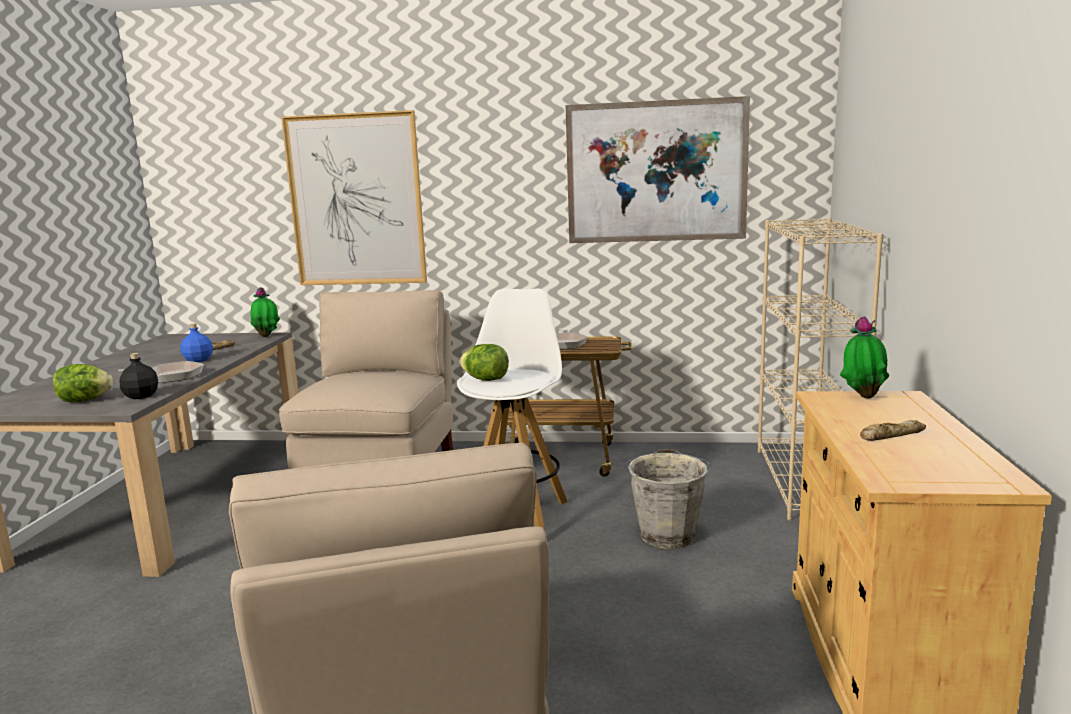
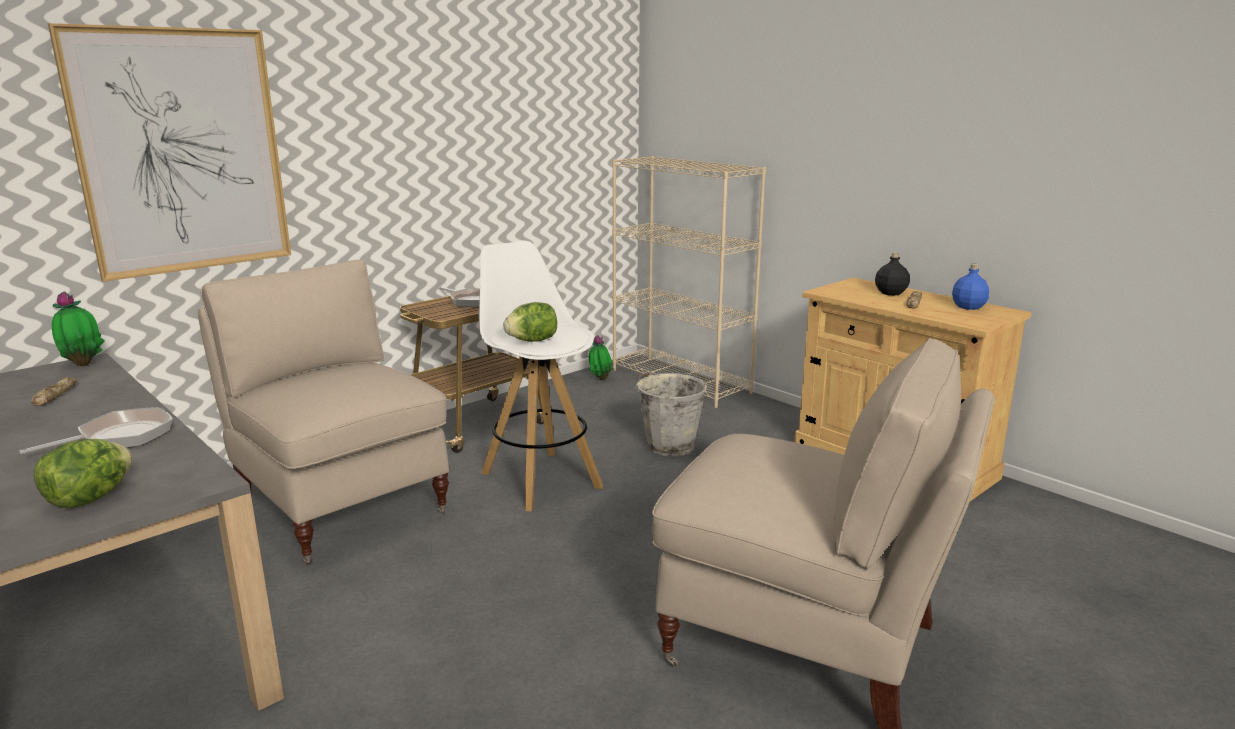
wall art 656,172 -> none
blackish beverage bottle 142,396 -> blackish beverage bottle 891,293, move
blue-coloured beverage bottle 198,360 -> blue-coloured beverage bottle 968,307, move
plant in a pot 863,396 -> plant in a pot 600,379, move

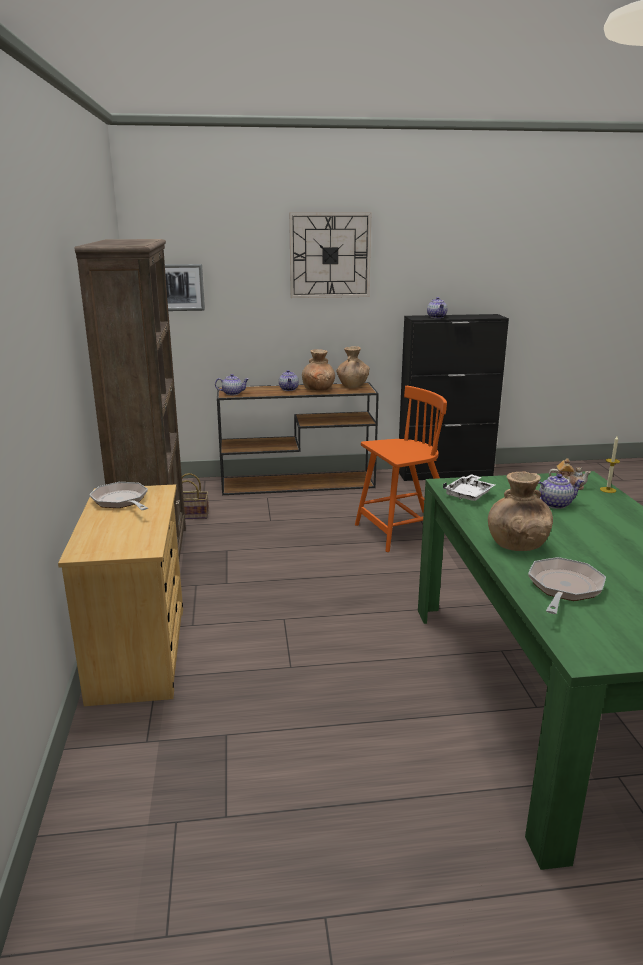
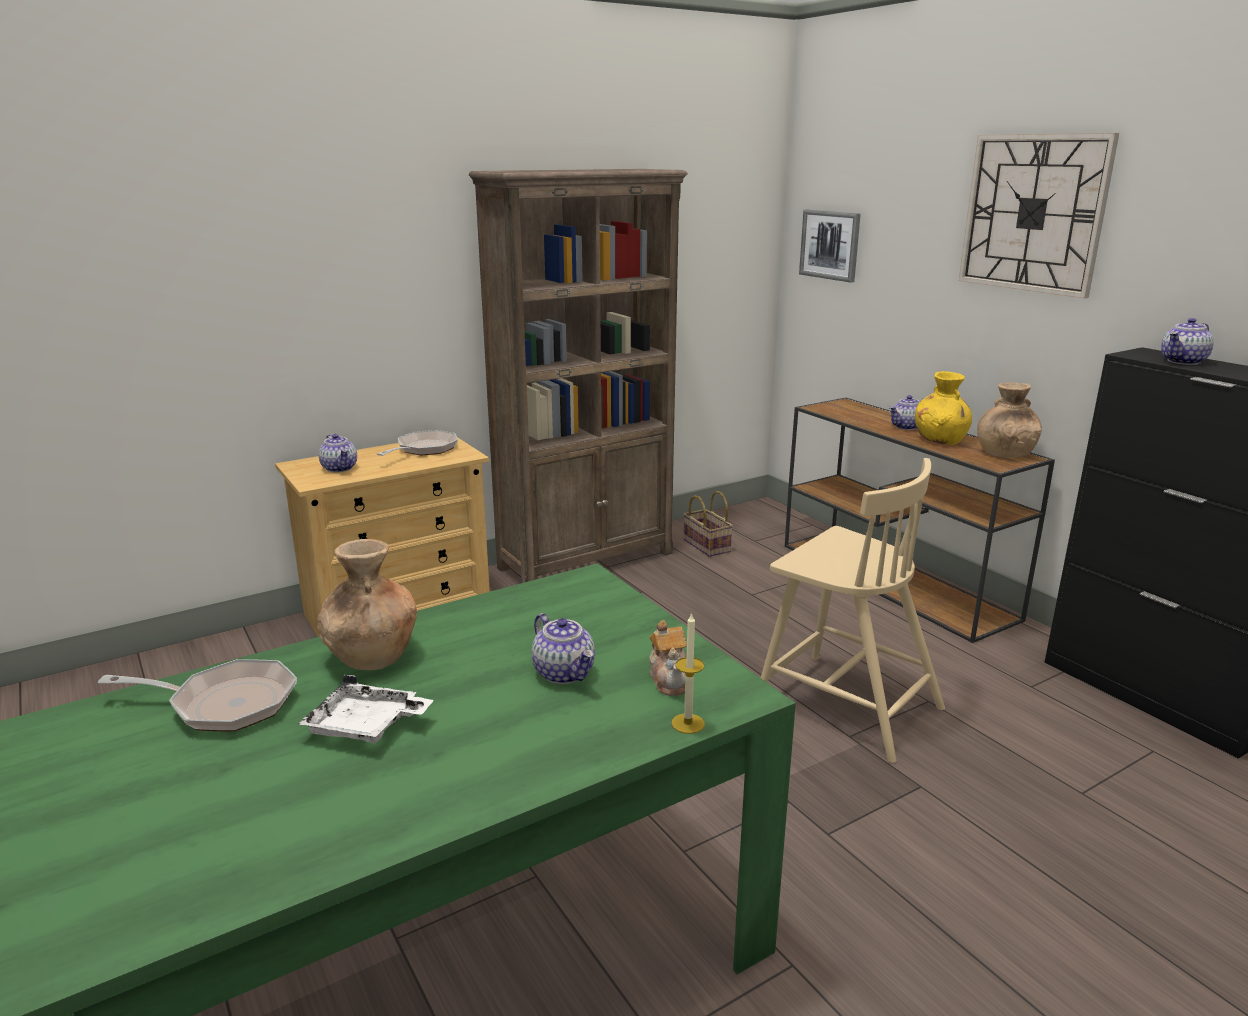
teapot 232,393 -> teapot 340,468, move
white tray 469,494 -> white tray 366,726, move
brownish flower vase 318,389 -> yellowish flower vase 940,440
orangey plain chair 404,531 -> beige-coloured plain chair 845,704

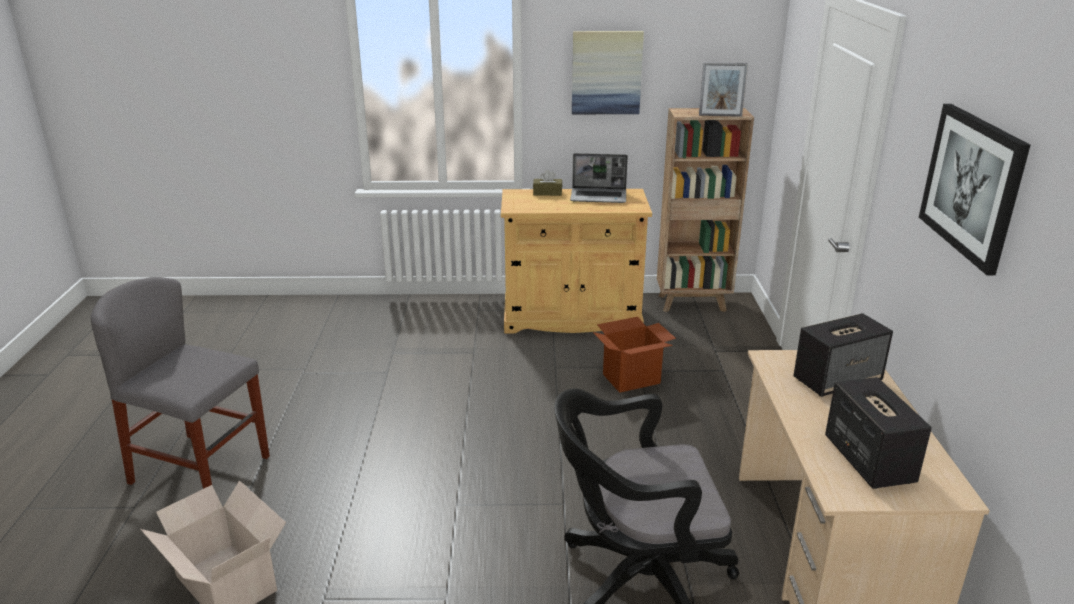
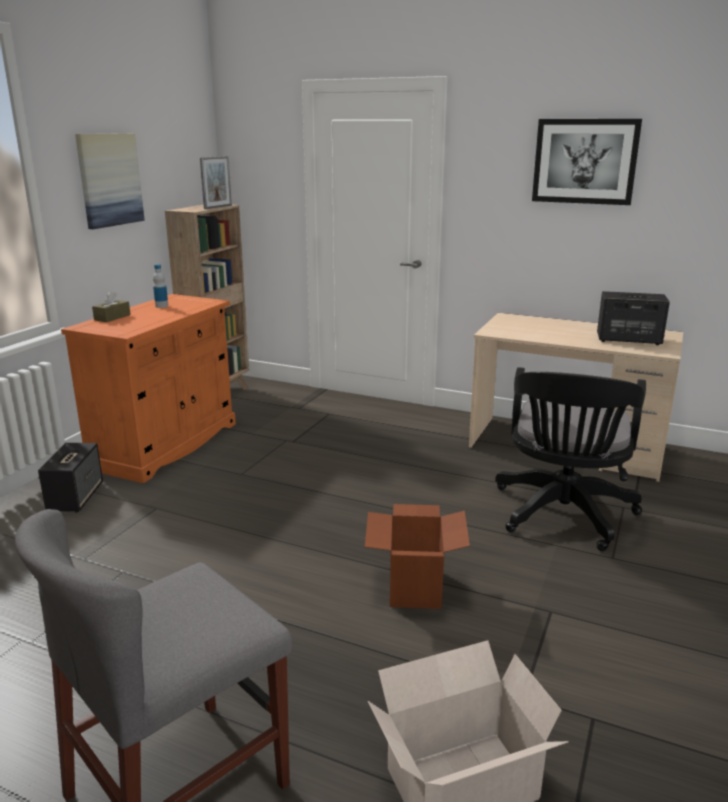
cardboard box 631,378 -> cardboard box 414,587, move
audio speaker 838,380 -> audio speaker 75,497, move
notebook computer 599,197 -> beverage bottle 161,306
beige-coloured storage cabinet 572,318 -> orangey storage cabinet 166,445

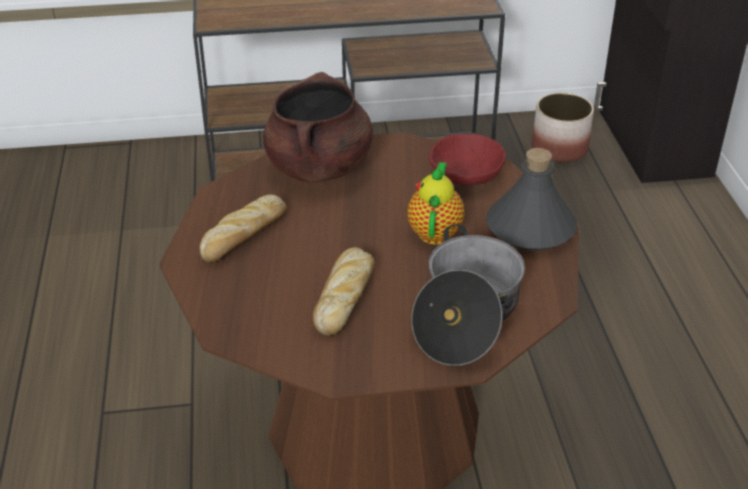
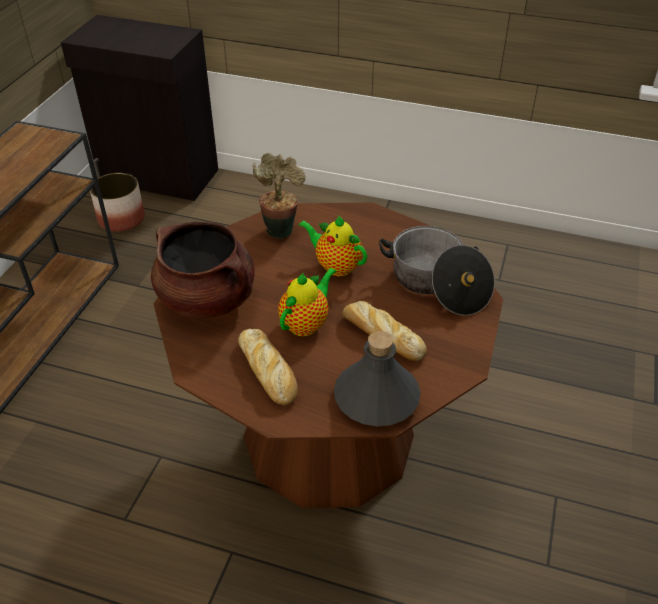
none -> teapot 306,323
greyish beverage bottle 530,229 -> greyish beverage bottle 377,398, move
red-coloured bowl 466,175 -> plant in a pot 280,228

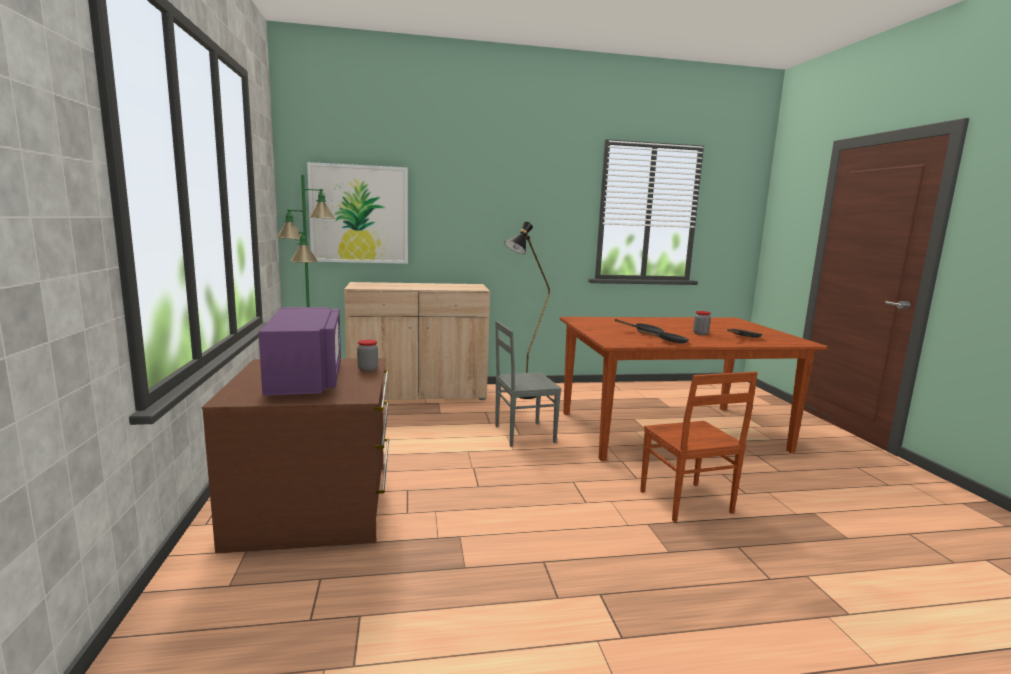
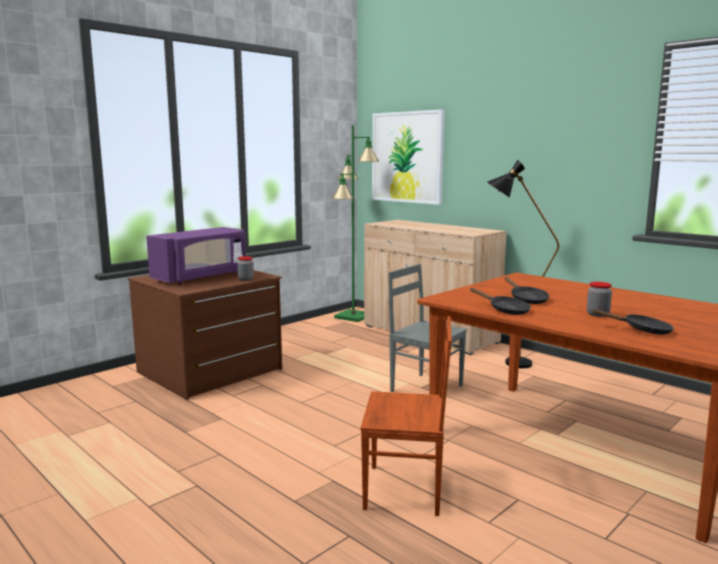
brownish plain chair 685,503 -> brownish plain chair 405,490, 120 degrees counterclockwise

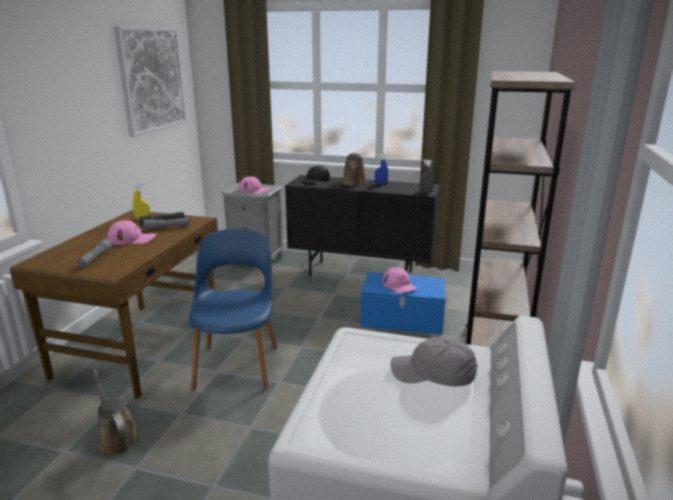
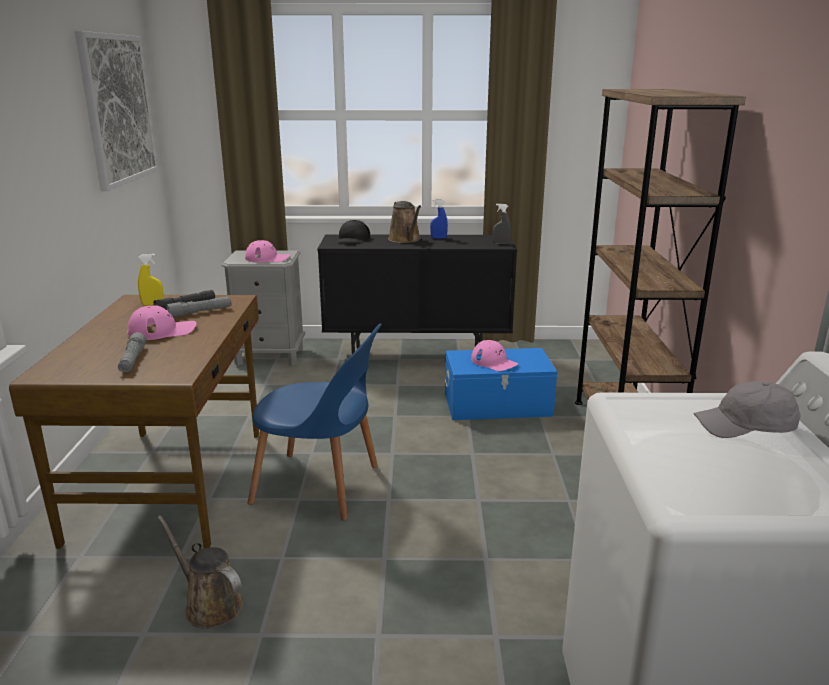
blue-coloured plain chair 237,364 -> blue-coloured plain chair 321,486, 120 degrees clockwise

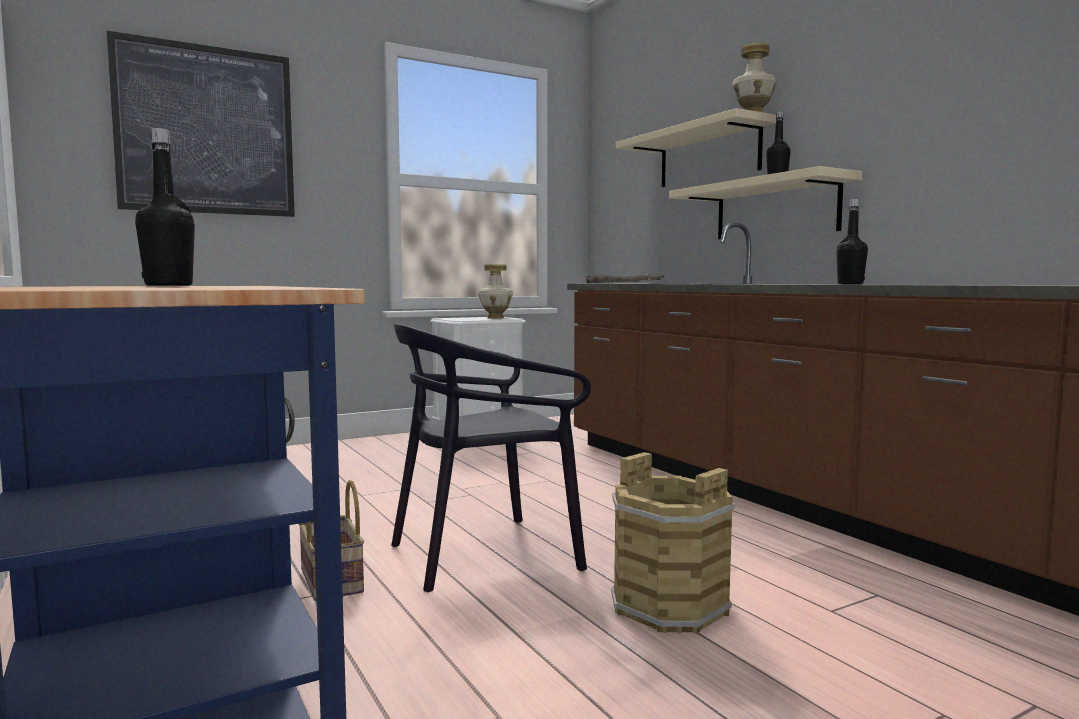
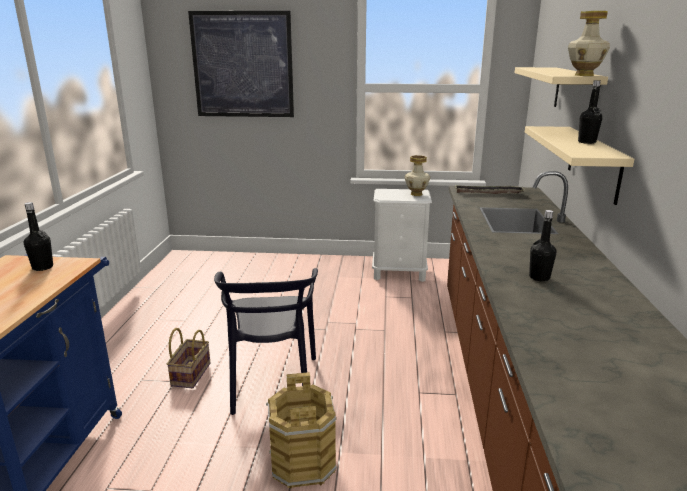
blackish plain chair 485,554 -> blackish plain chair 271,383, 105 degrees counterclockwise

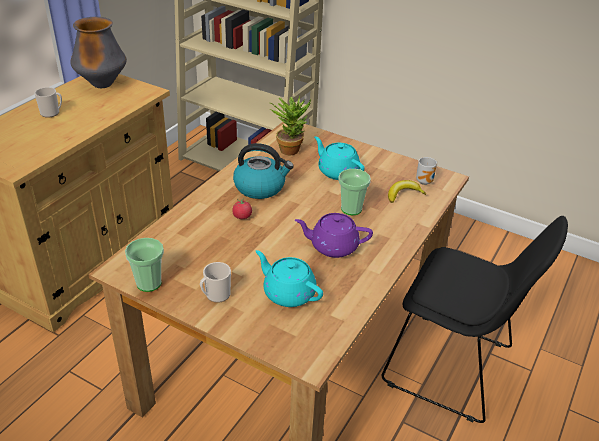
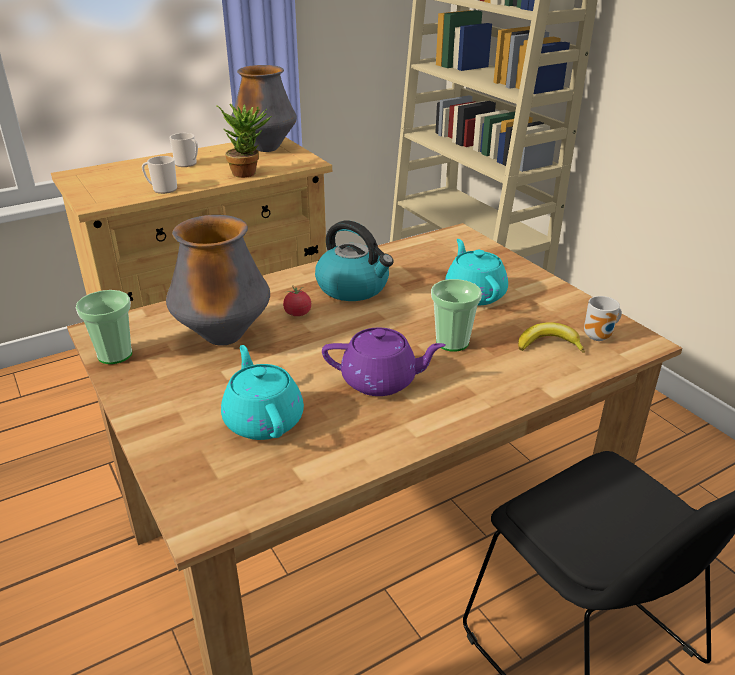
none -> flower vase 224,337
coffee mug 215,295 -> coffee mug 162,189, move
plant in a pot 291,148 -> plant in a pot 248,172, move
purple teapot 332,246 -> purple teapot 381,381, 150 degrees clockwise

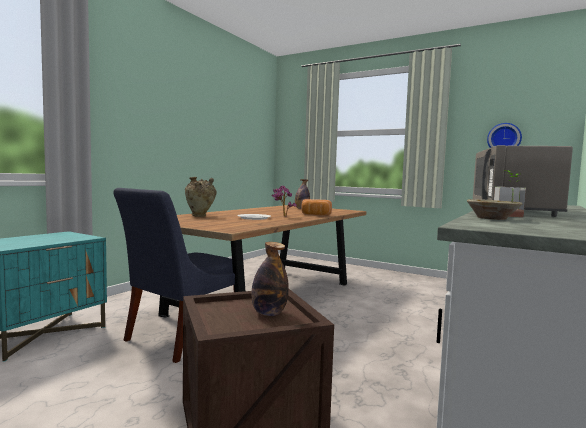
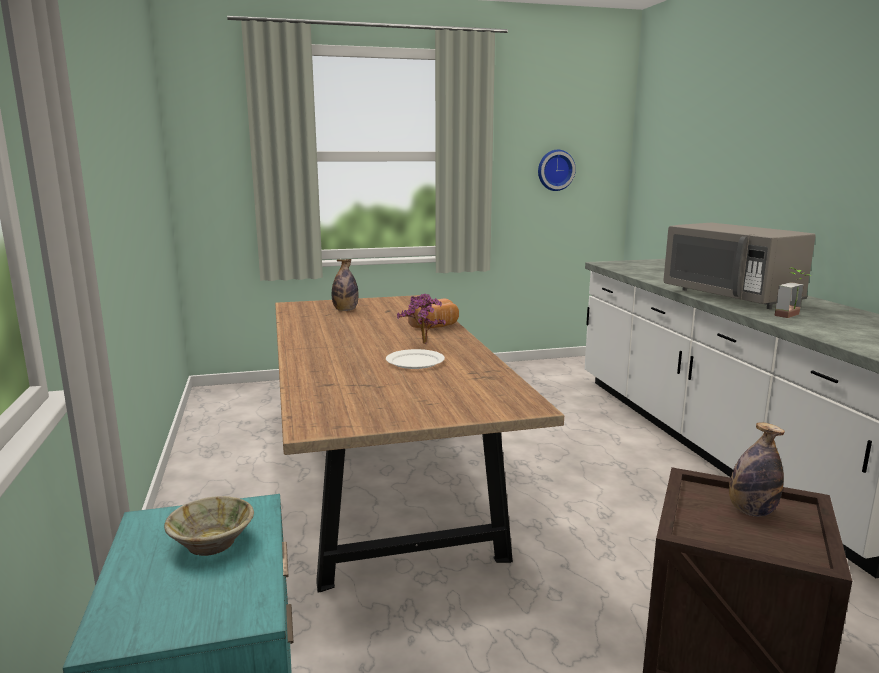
blue-coloured plain chair 179,337 -> none
beige-coloured flower vase 200,216 -> none
beige-coloured bowl 492,218 -> beige-coloured bowl 213,542, move

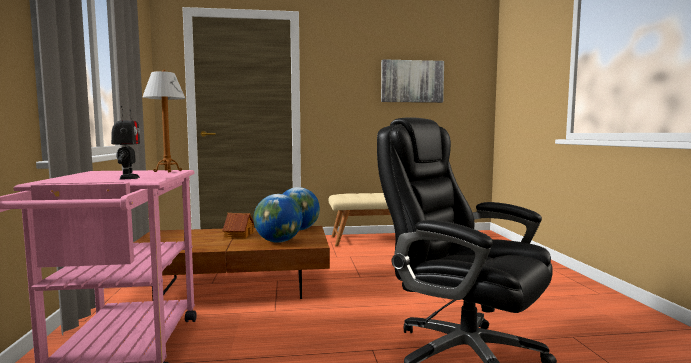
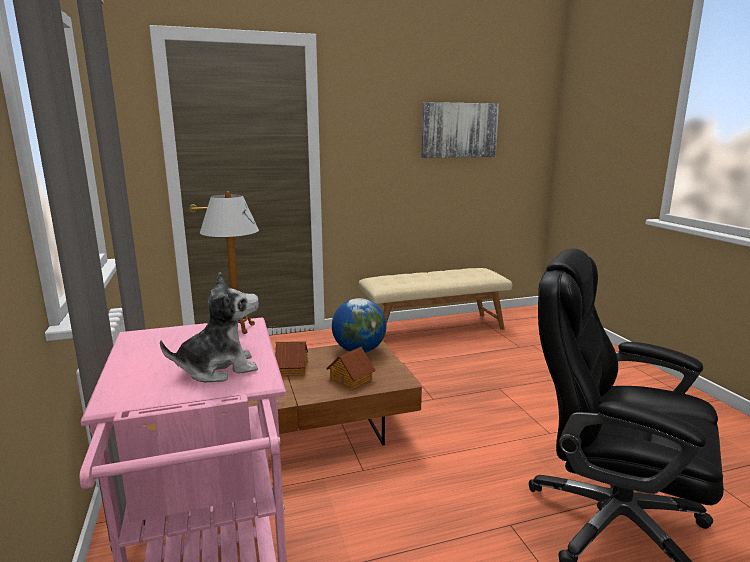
model robot 128,178 -> soft toy 218,368
globe 278,241 -> model house 351,379

